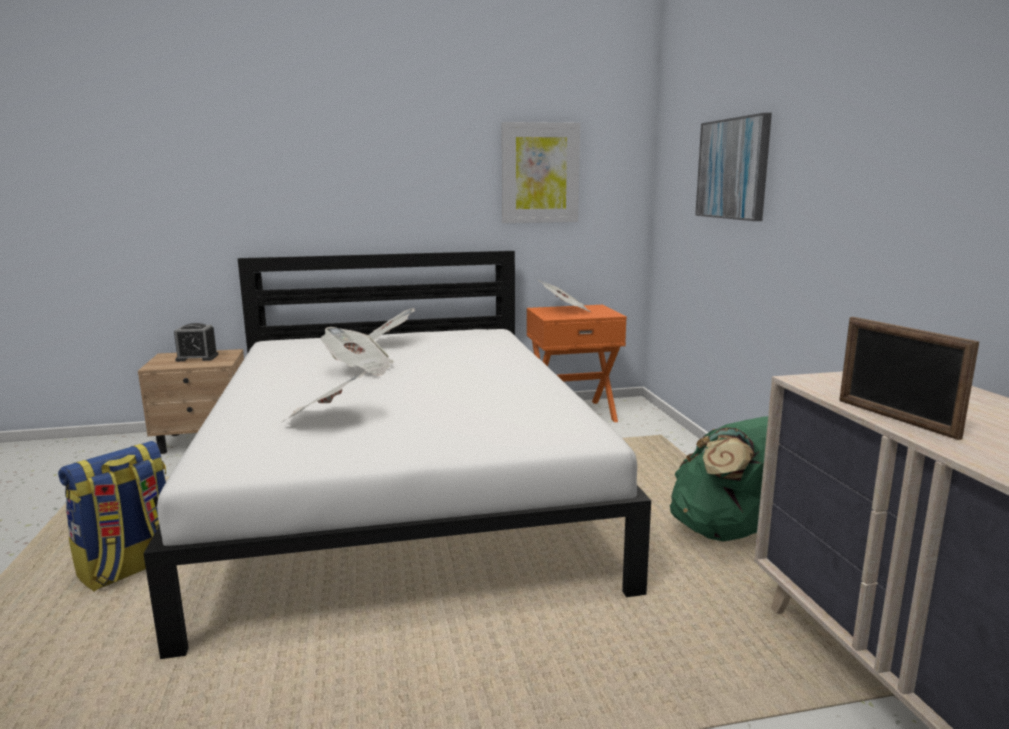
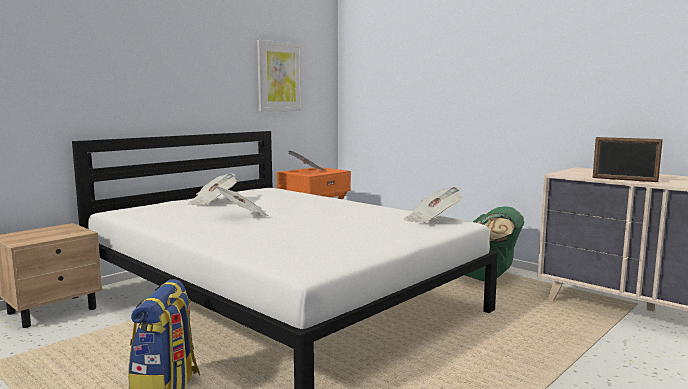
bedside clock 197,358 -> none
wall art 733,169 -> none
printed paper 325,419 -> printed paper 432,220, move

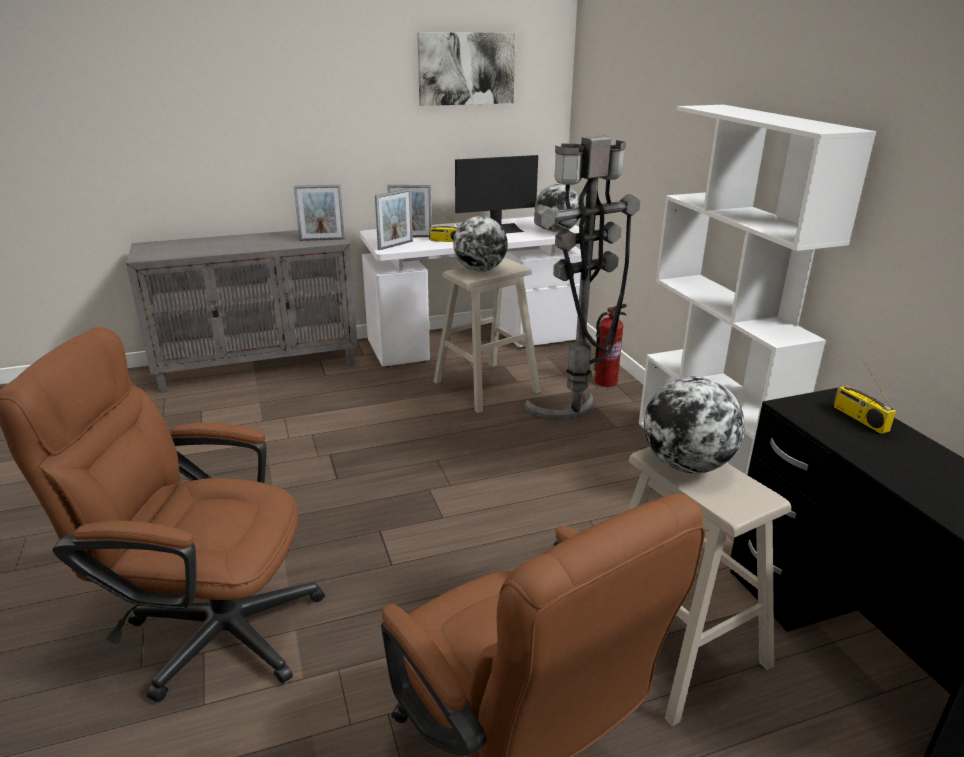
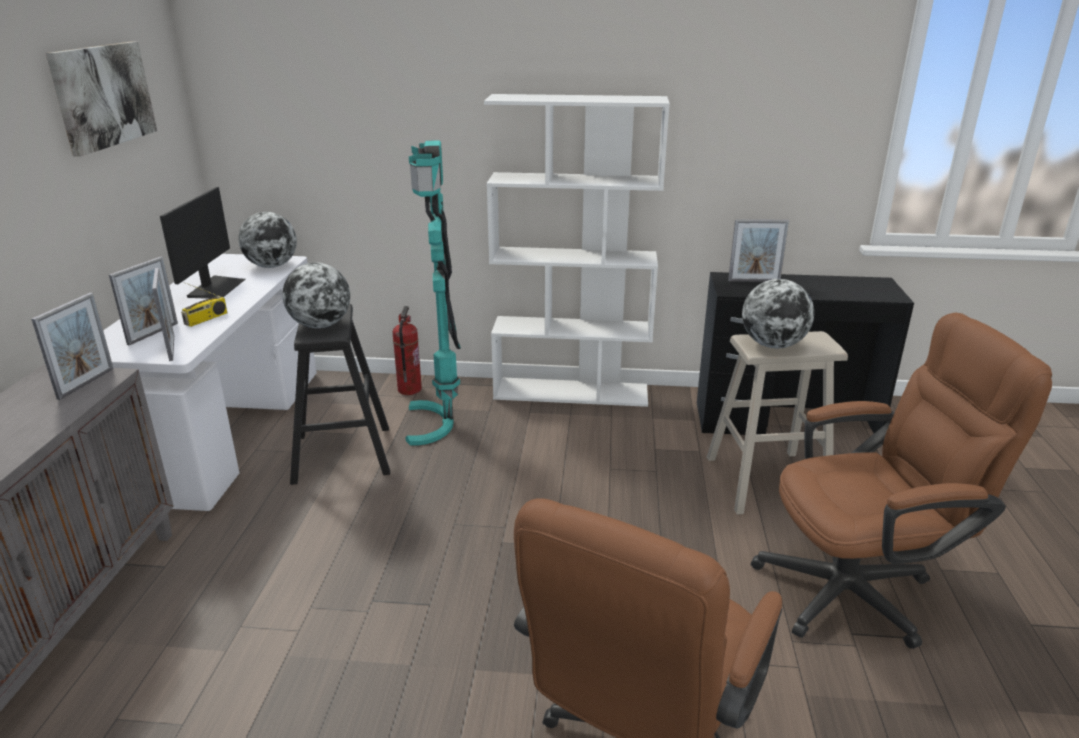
radio set 859,418 -> picture frame 754,281
beige-coloured sitting stool 486,387 -> blackish sitting stool 342,454
greyish standard lamp 572,412 -> blue-green standard lamp 443,423

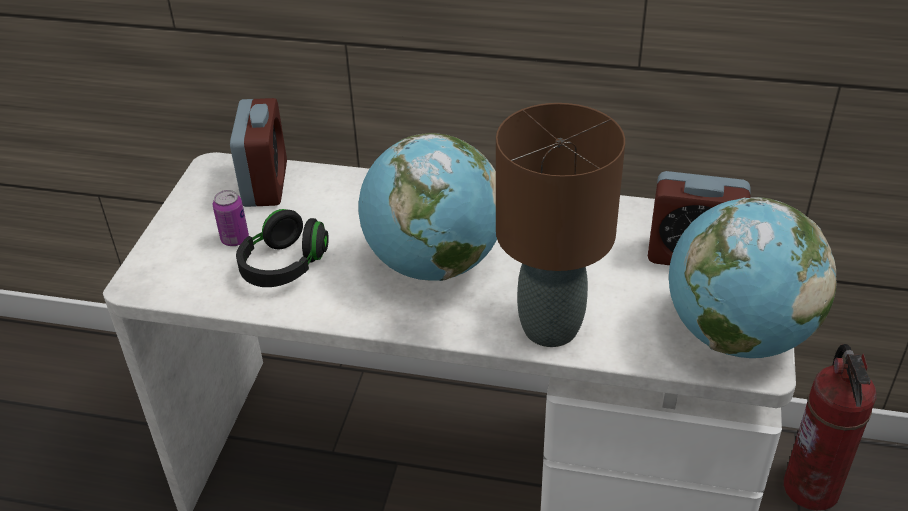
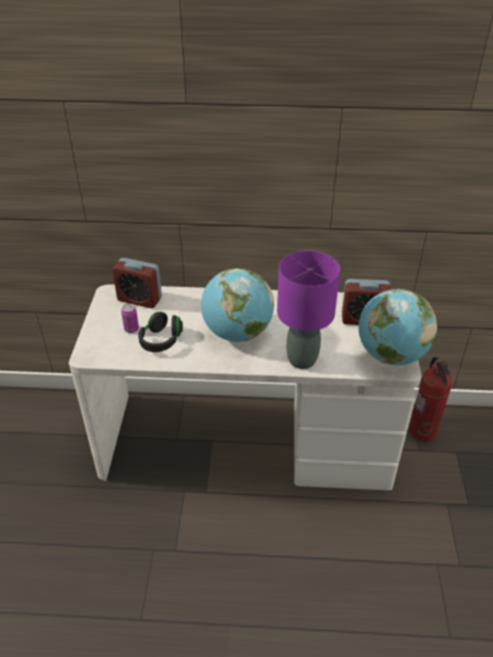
brownish tabletop lamp 550,329 -> purple tabletop lamp 302,360
bedside clock 265,184 -> bedside clock 139,299, 120 degrees clockwise

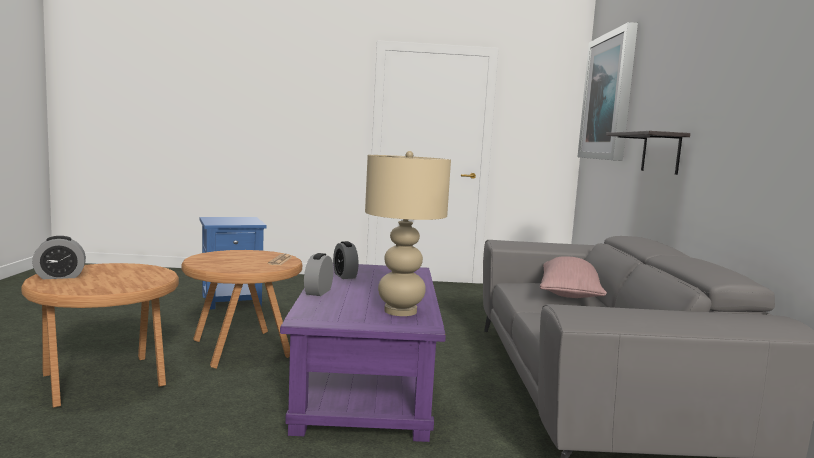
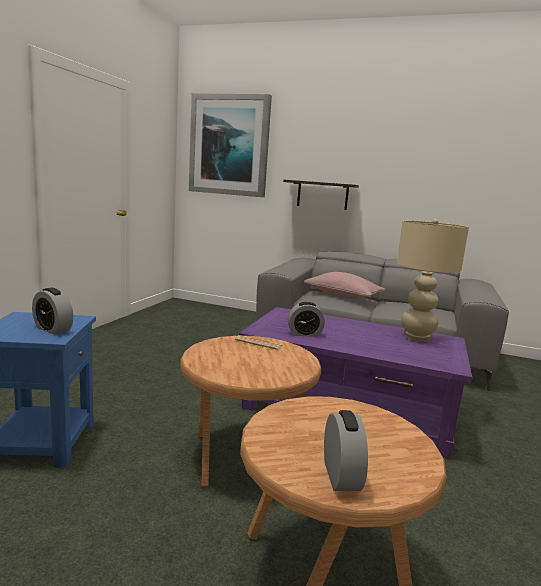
bedside clock 318,292 -> bedside clock 53,329, move

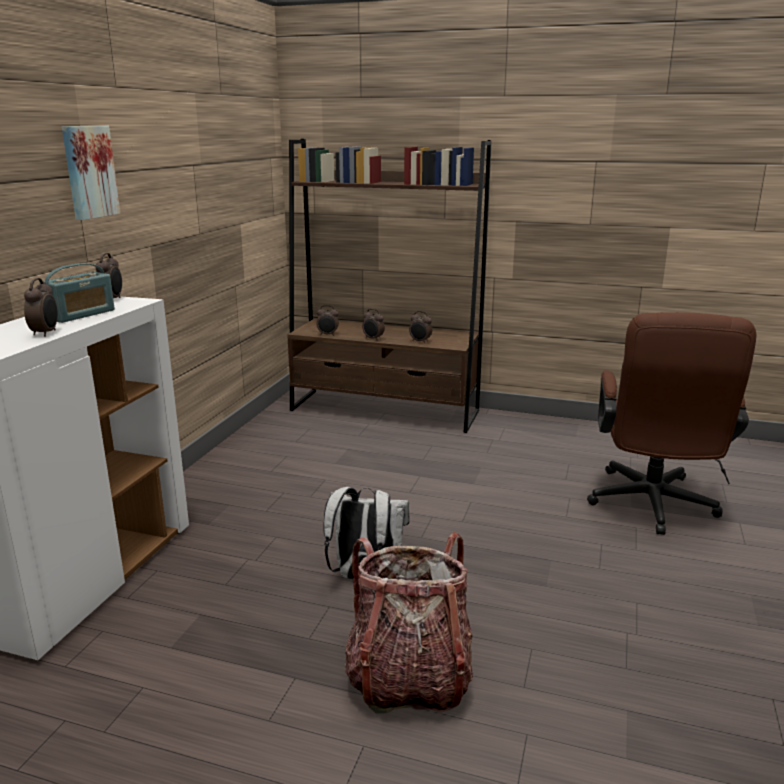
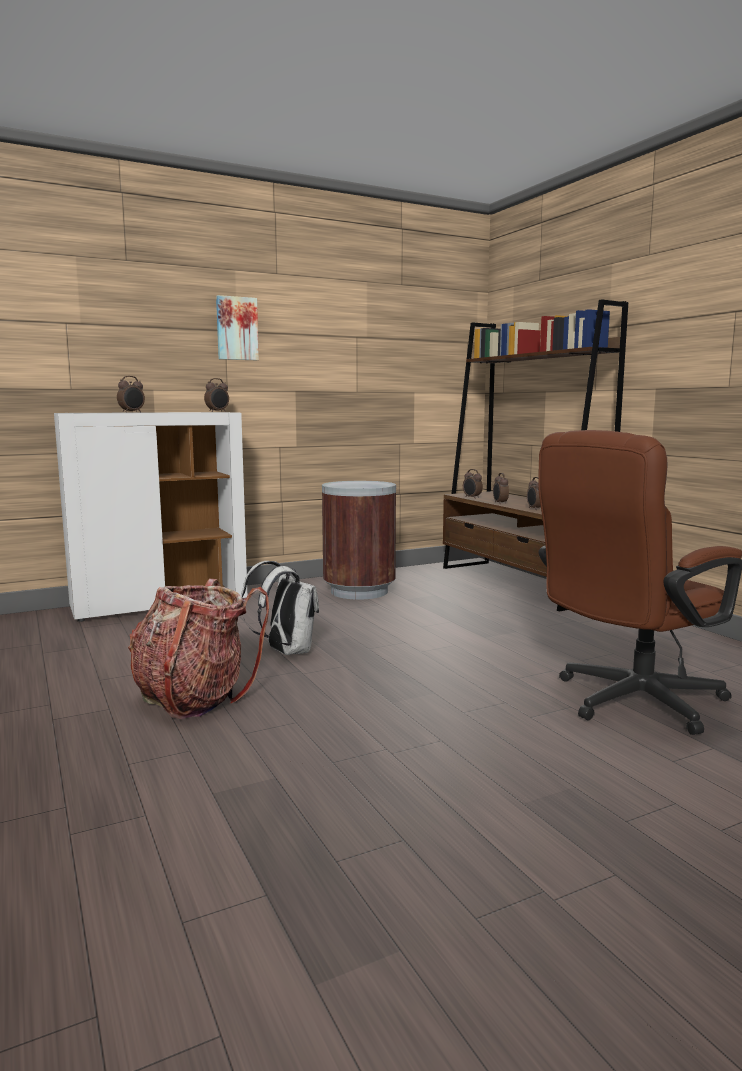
radio set 81,314 -> none
none -> brownish rubbish bin 359,591

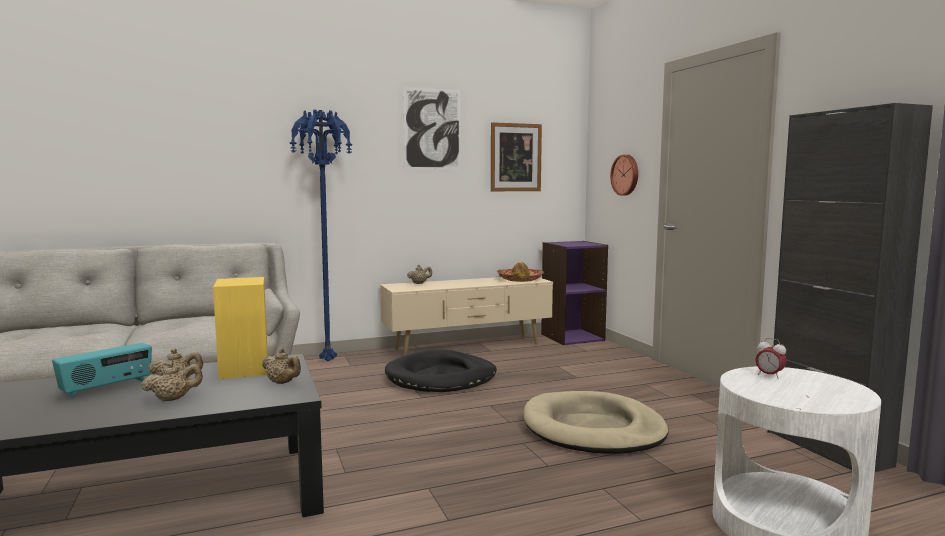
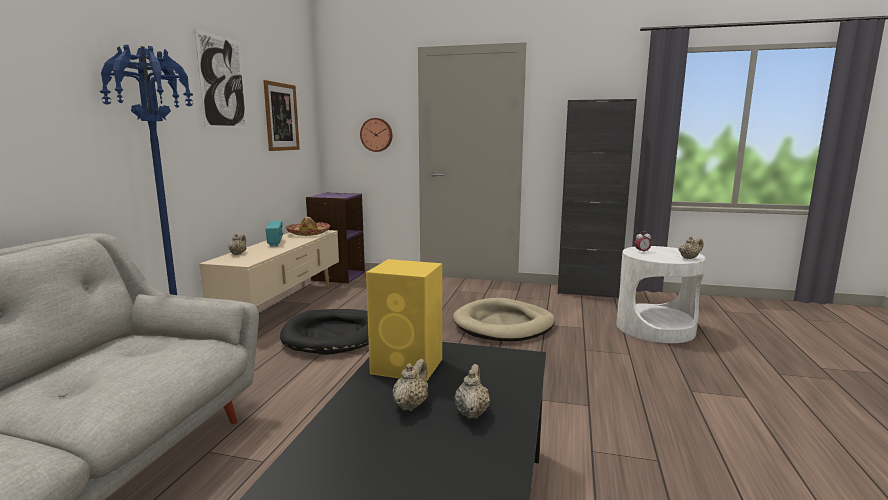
radio set 107,387 -> radio set 275,242, move
beige-coloured teapot 282,383 -> beige-coloured teapot 689,258, move

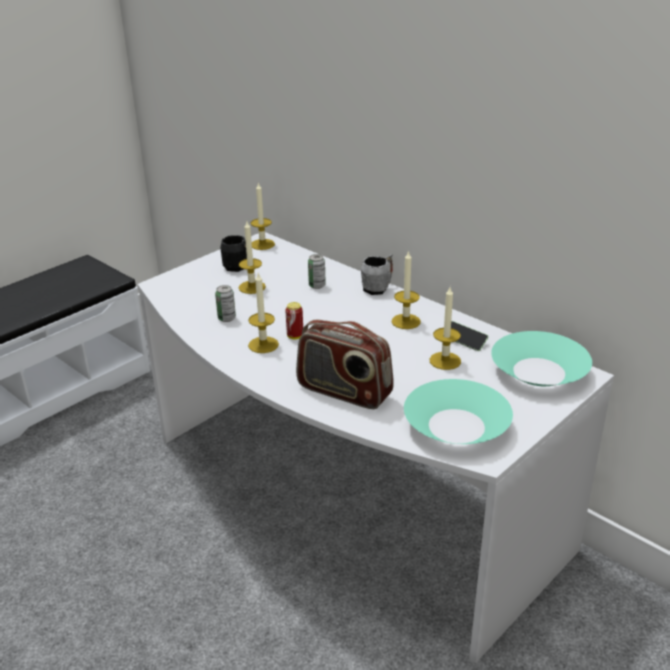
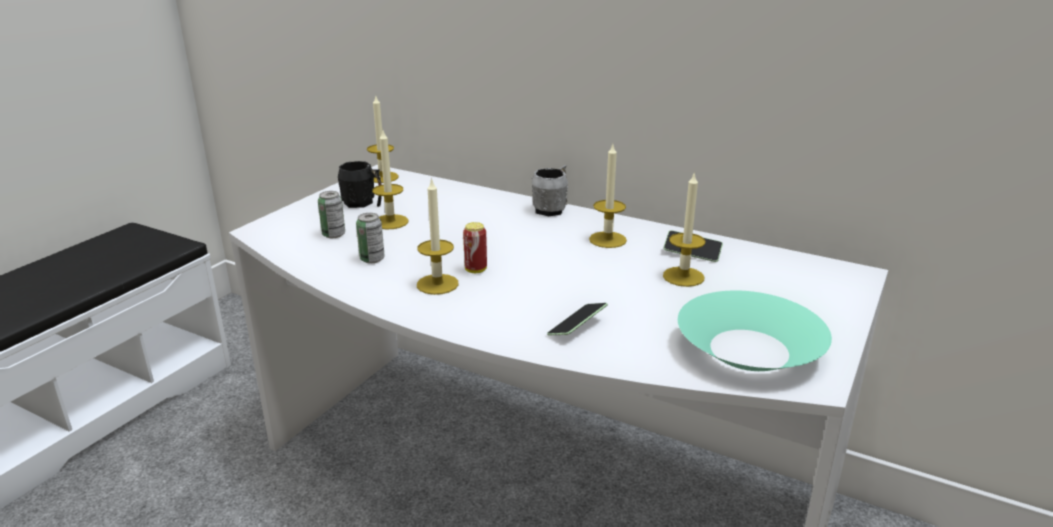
blue-green bowl 538,371 -> none
sealed can 317,285 -> sealed can 333,234, move
radio set 344,392 -> telephone 577,327

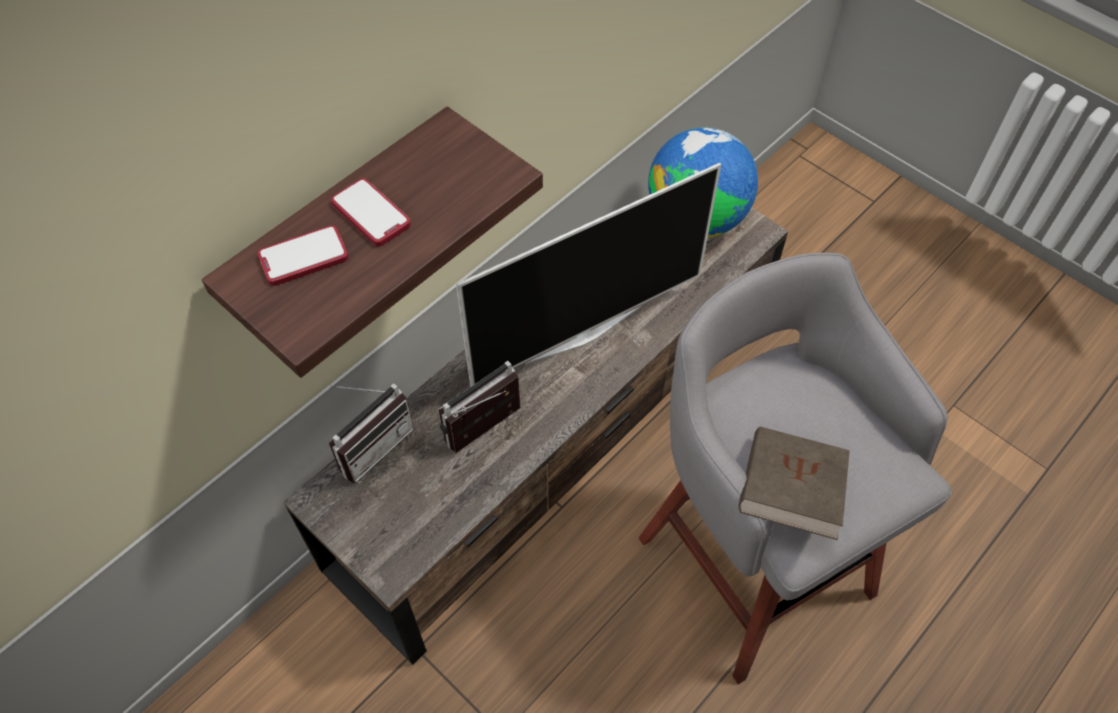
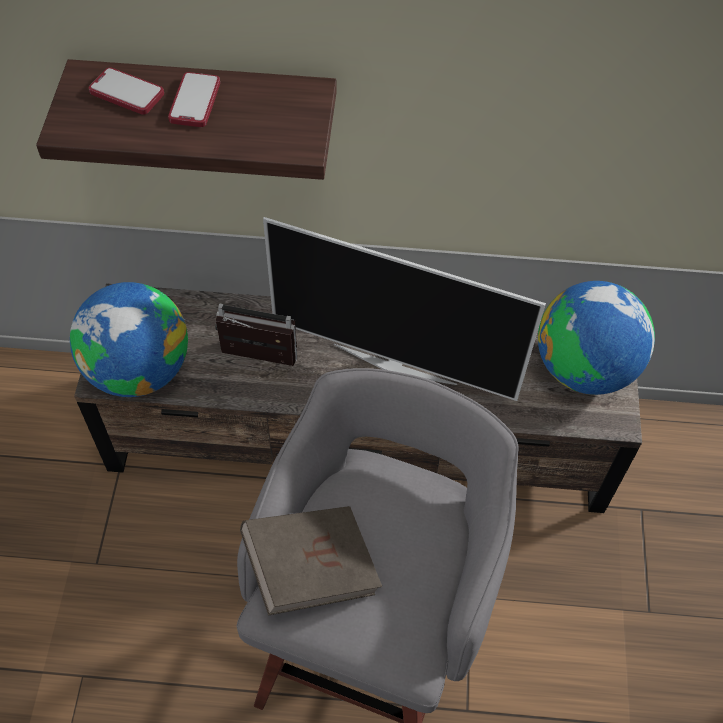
radio set 371,444 -> none
none -> globe 139,370

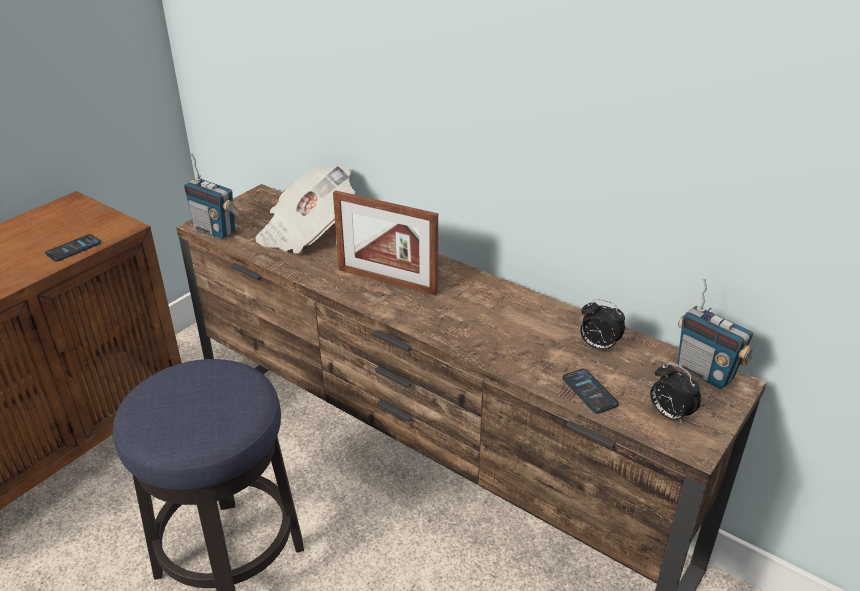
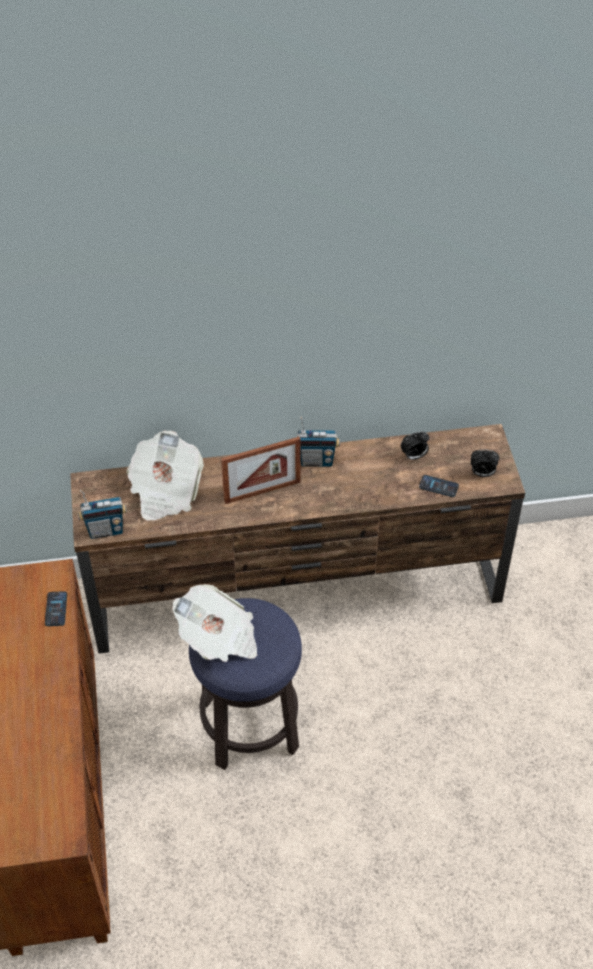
none -> printed paper 219,638
radio set 705,373 -> radio set 316,461, move

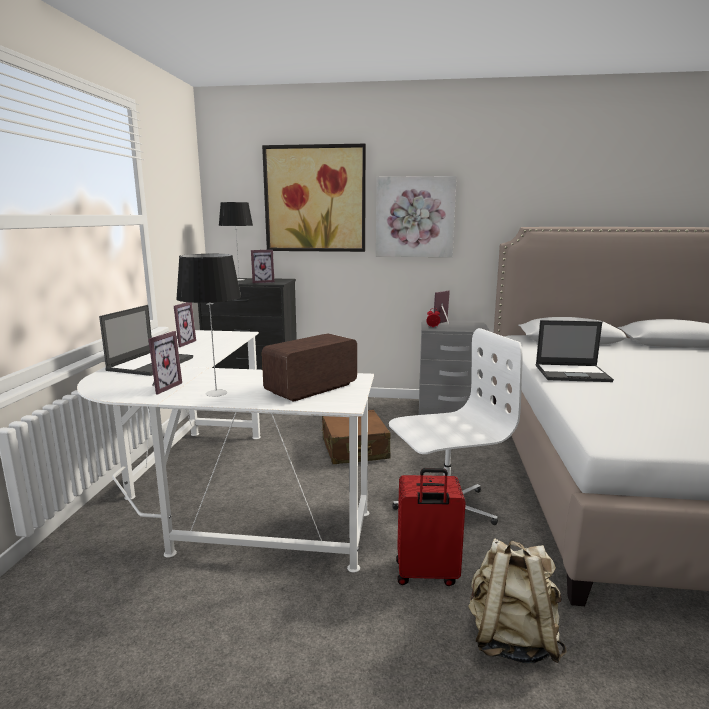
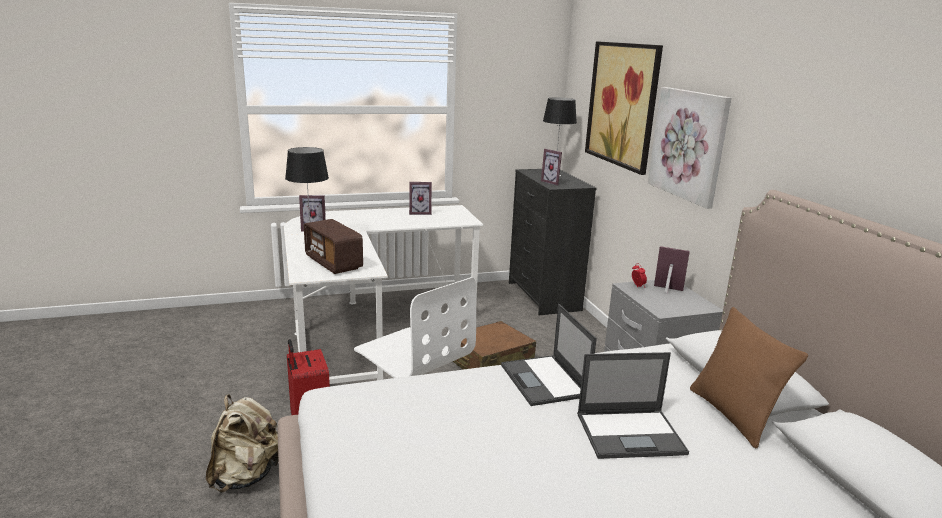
none -> brownish throw pillow 732,415
notebook computer 151,363 -> notebook computer 631,433, move
radio set 312,389 -> radio set 333,263, 150 degrees counterclockwise

